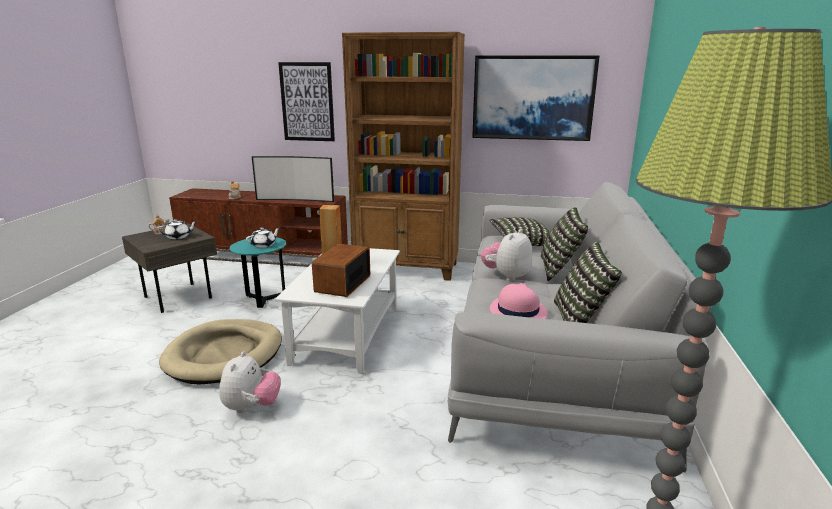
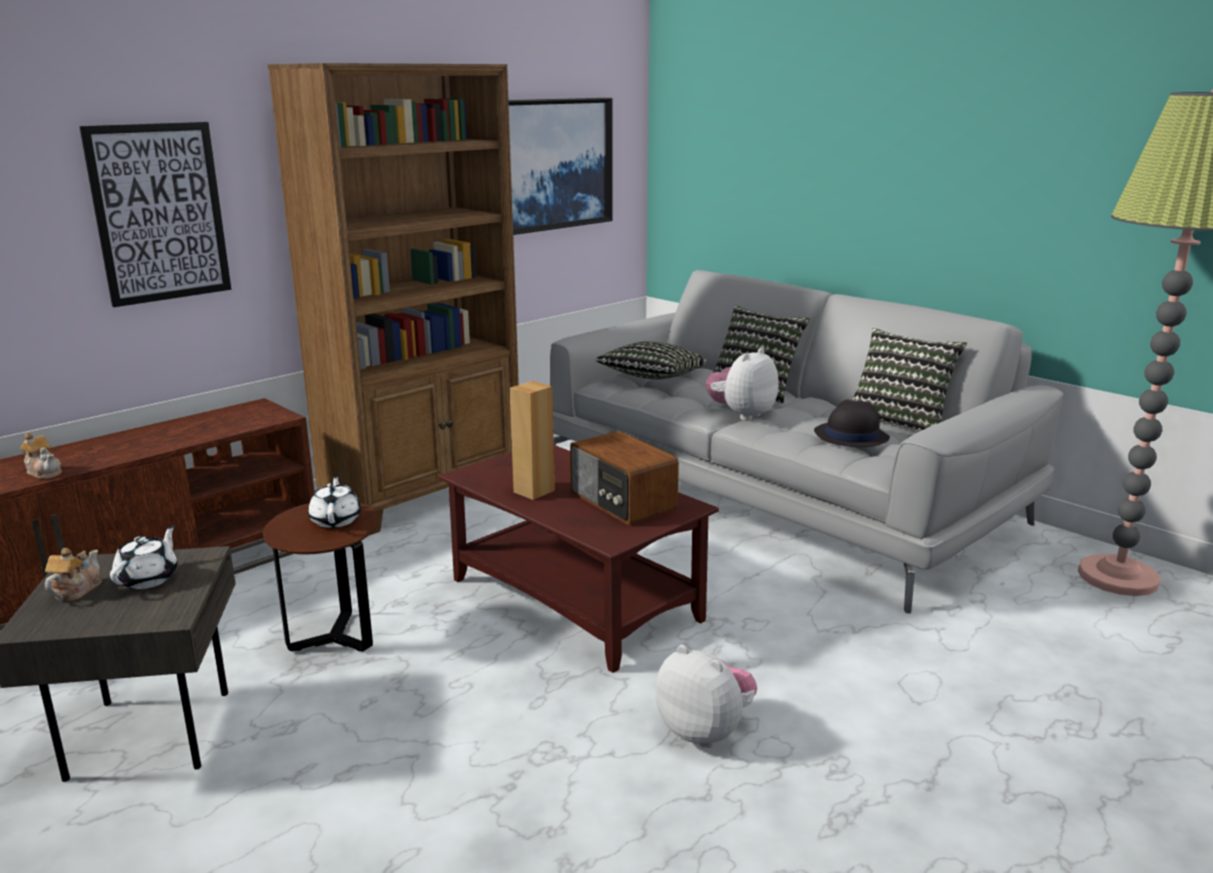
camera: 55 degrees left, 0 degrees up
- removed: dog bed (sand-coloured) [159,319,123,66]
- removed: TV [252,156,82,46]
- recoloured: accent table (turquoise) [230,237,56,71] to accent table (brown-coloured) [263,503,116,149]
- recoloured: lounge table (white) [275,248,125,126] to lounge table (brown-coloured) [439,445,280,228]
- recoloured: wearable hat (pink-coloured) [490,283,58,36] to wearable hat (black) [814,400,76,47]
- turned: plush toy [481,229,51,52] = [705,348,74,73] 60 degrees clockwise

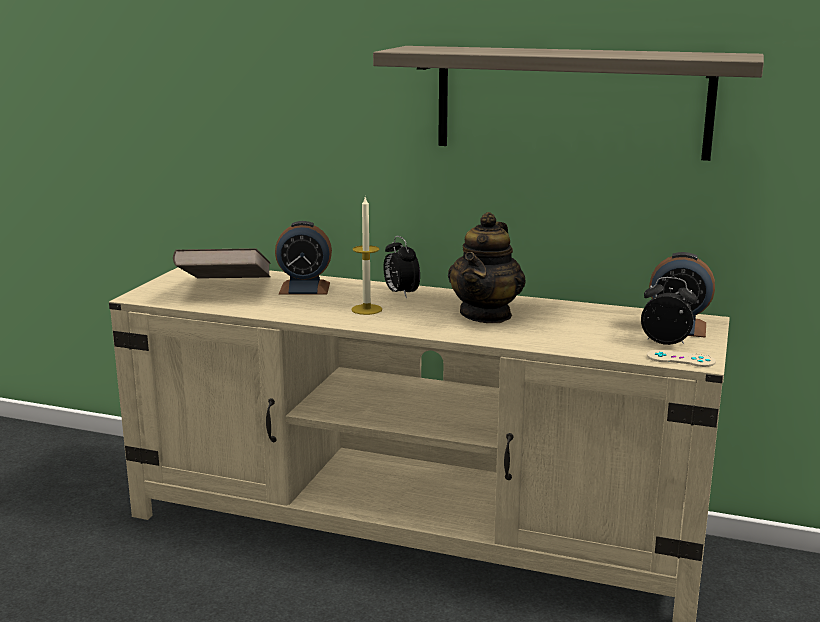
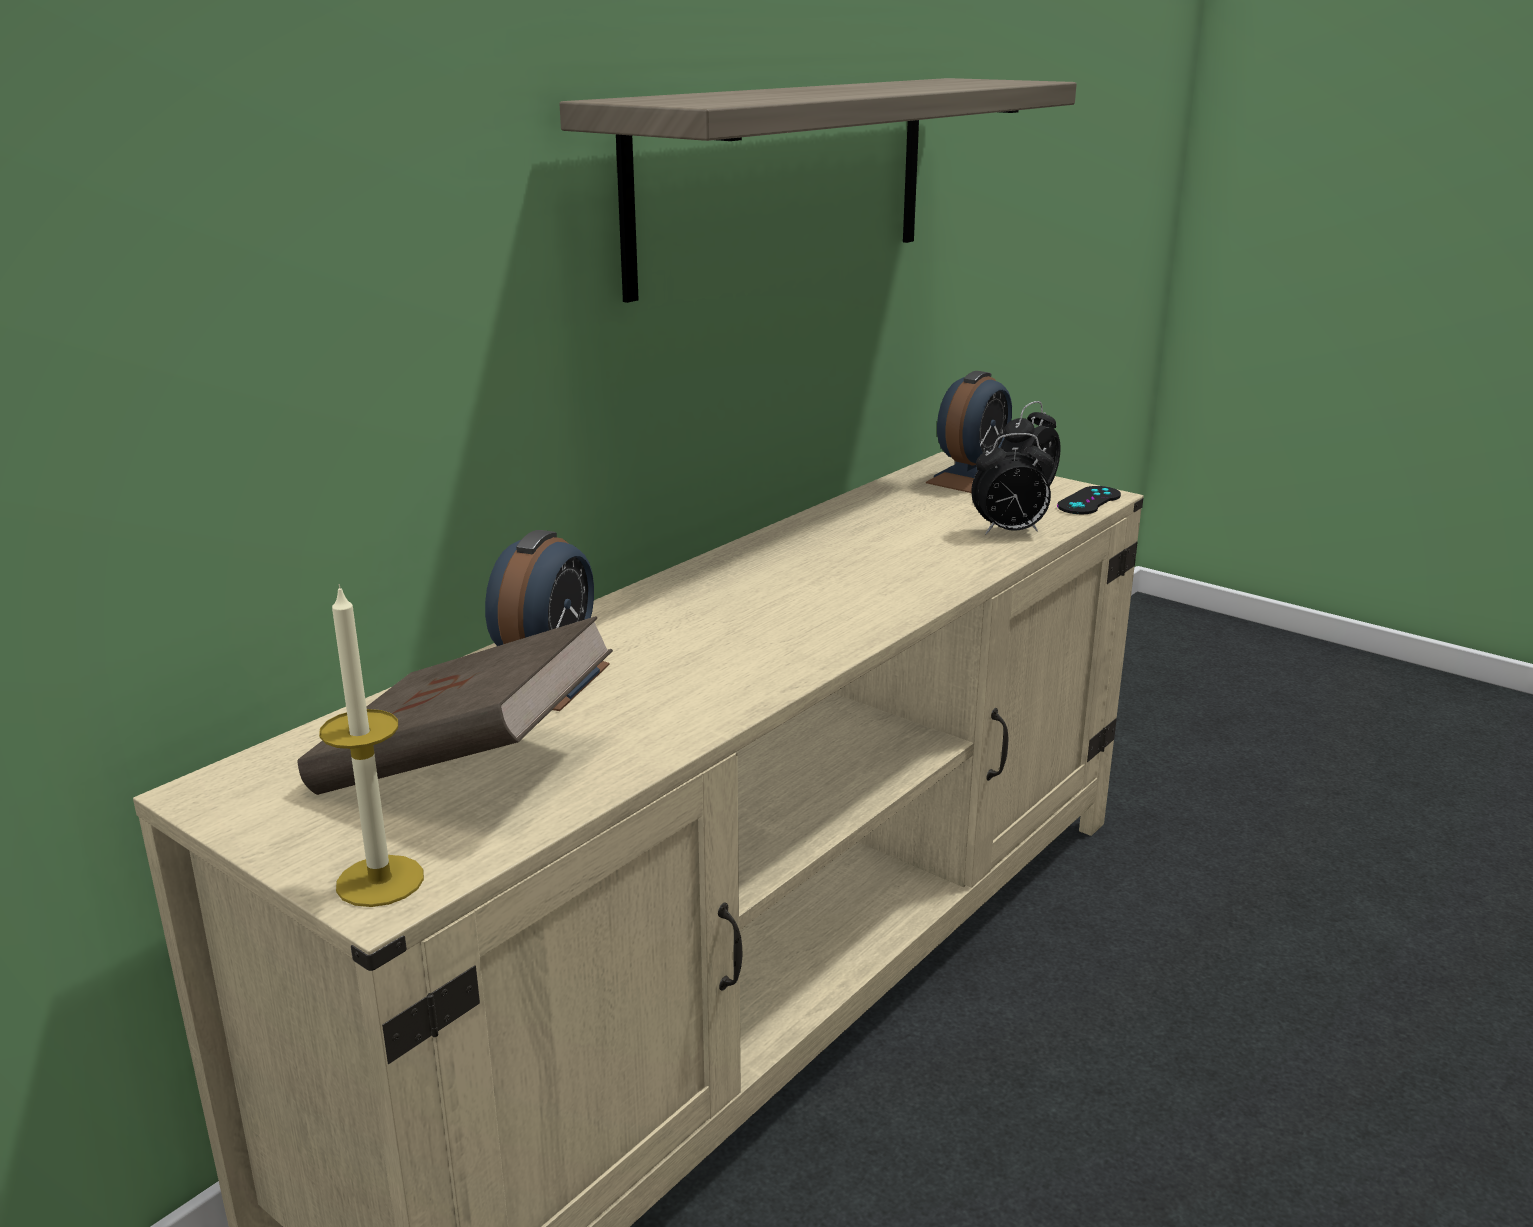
camera: 70 degrees left, 5 degrees up
- removed: tea pot [448,212,78,111]
- moved: candle [351,197,31,118] to [319,584,105,323]
- moved: table clock [383,236,37,62] to [971,433,83,102]
- recoloured: game controller (sand-coloured) [647,350,69,17] to game controller (black) [1057,486,64,28]

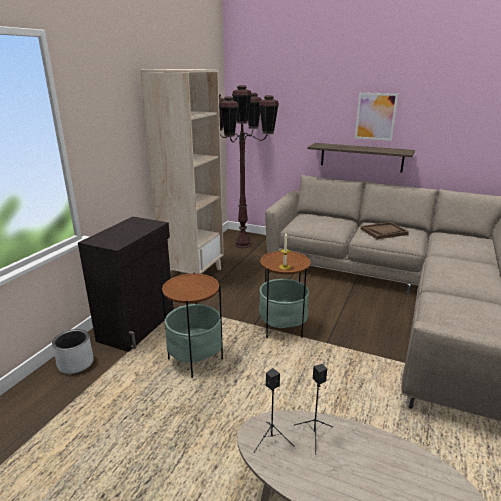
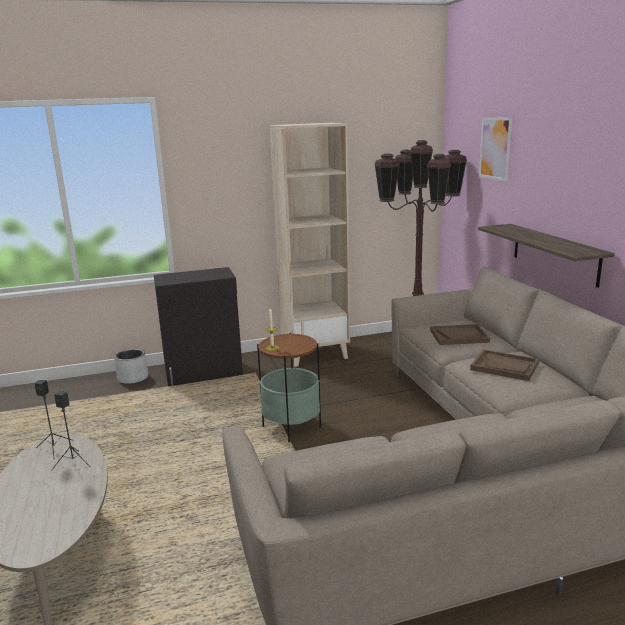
camera: 50 degrees right, 5 degrees down
- removed: accent table [161,272,62,106]
- added: tray (brown-coloured) [430,324,60,21]
- moved: picture [355,93,43,48] to [479,117,33,64]

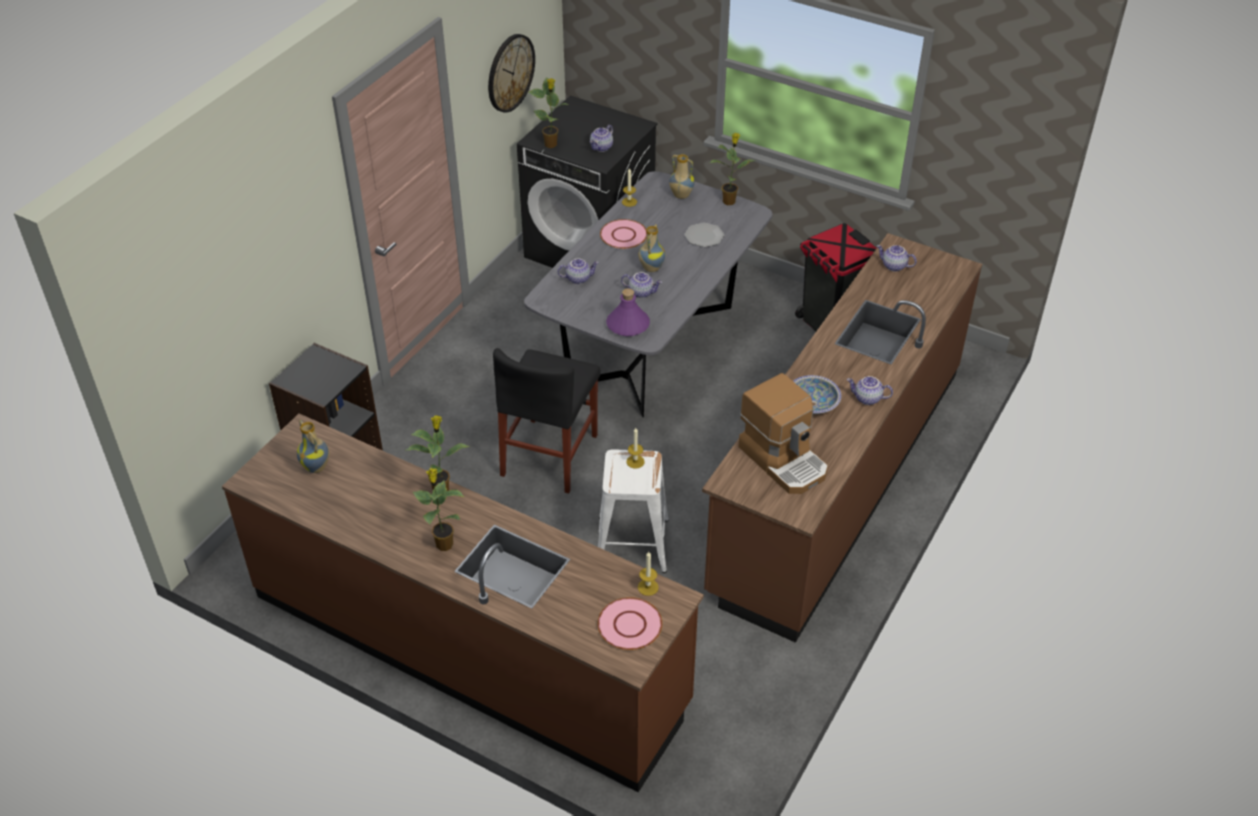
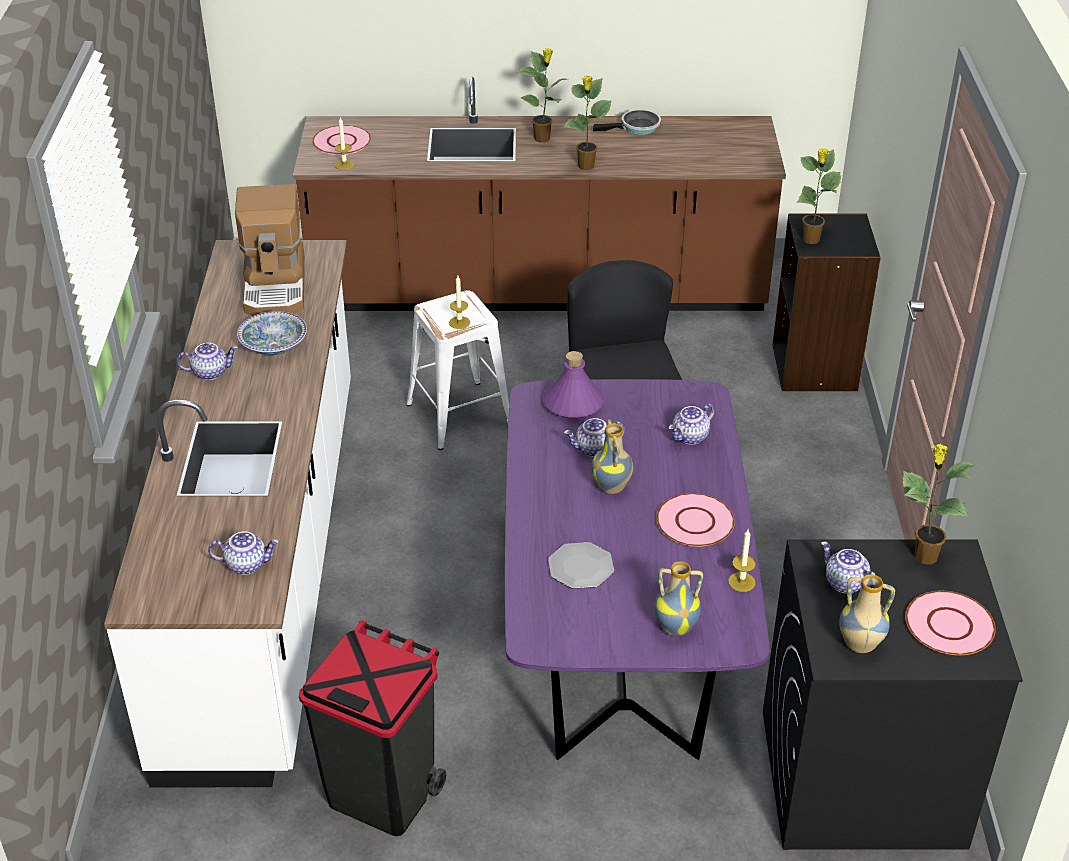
camera: 150 degrees right, 5 degrees down
- removed: clock on the wall [488,34,47,79]
- added: pan [593,109,68,26]
- added: flat dish (pink-coloured) [905,591,91,64]
- moved: flower vase [297,420,32,53] to [839,574,56,79]
- moved: potted plant [710,133,45,72] to [797,148,44,96]
- recoloured: kitchen table (greyish) [524,171,249,246] to kitchen table (purple) [505,379,265,381]
- recoloured: counter (brown-coloured) [702,233,280,410] to counter (white) [104,240,247,547]
- turned: tea pot [590,125,23,27] = [821,541,55,53] 45 degrees counterclockwise
- turned: coffee machine [738,373,90,121] = [235,184,70,132] 120 degrees counterclockwise

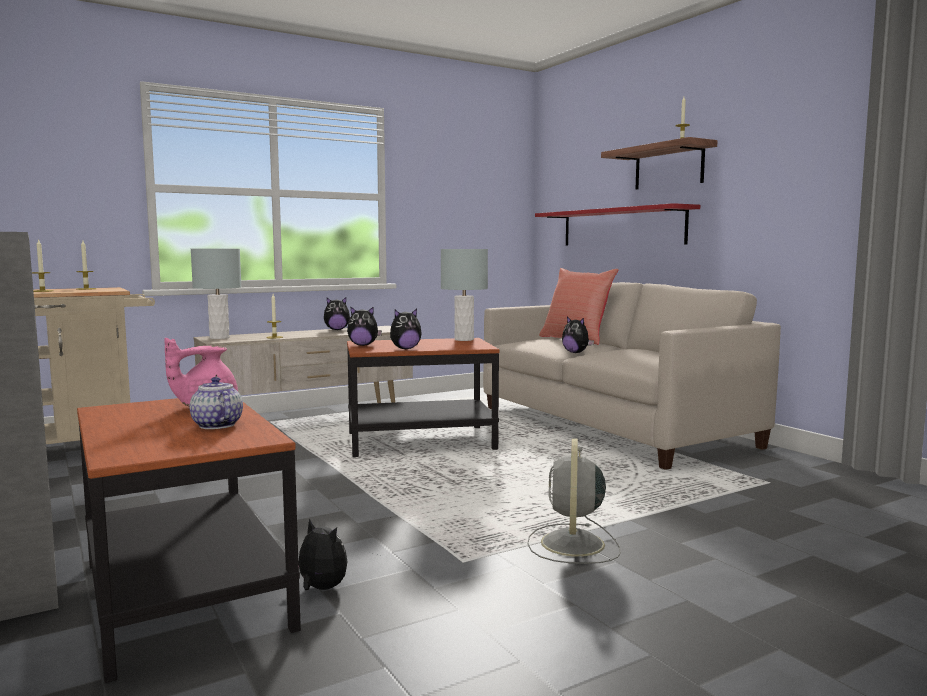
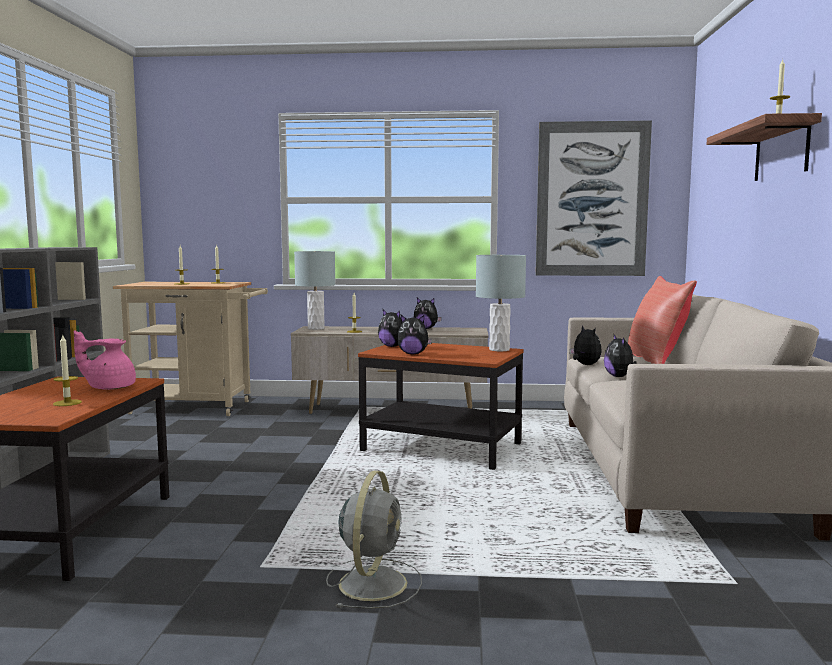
camera: 35 degrees right, 0 degrees up
- removed: bracket shelf (red-coloured) [535,203,165,42]
- added: picture [536,120,116,156]
- moved: plush toy [298,518,49,72] to [570,325,32,40]
- replaced: tea pot [190,377,53,52] to candle [53,335,29,71]
- turned: electric fan (greyish) [527,438,94,126] = [326,470,96,139] 150 degrees clockwise

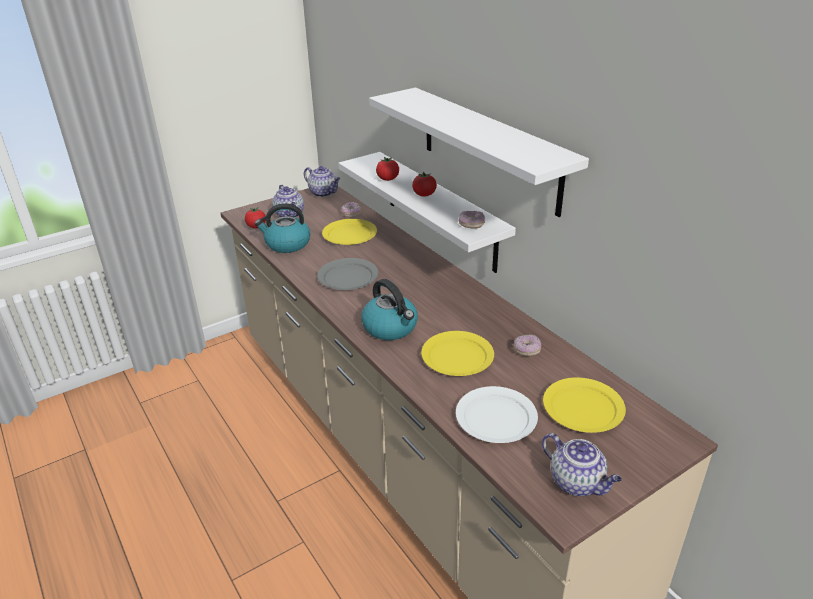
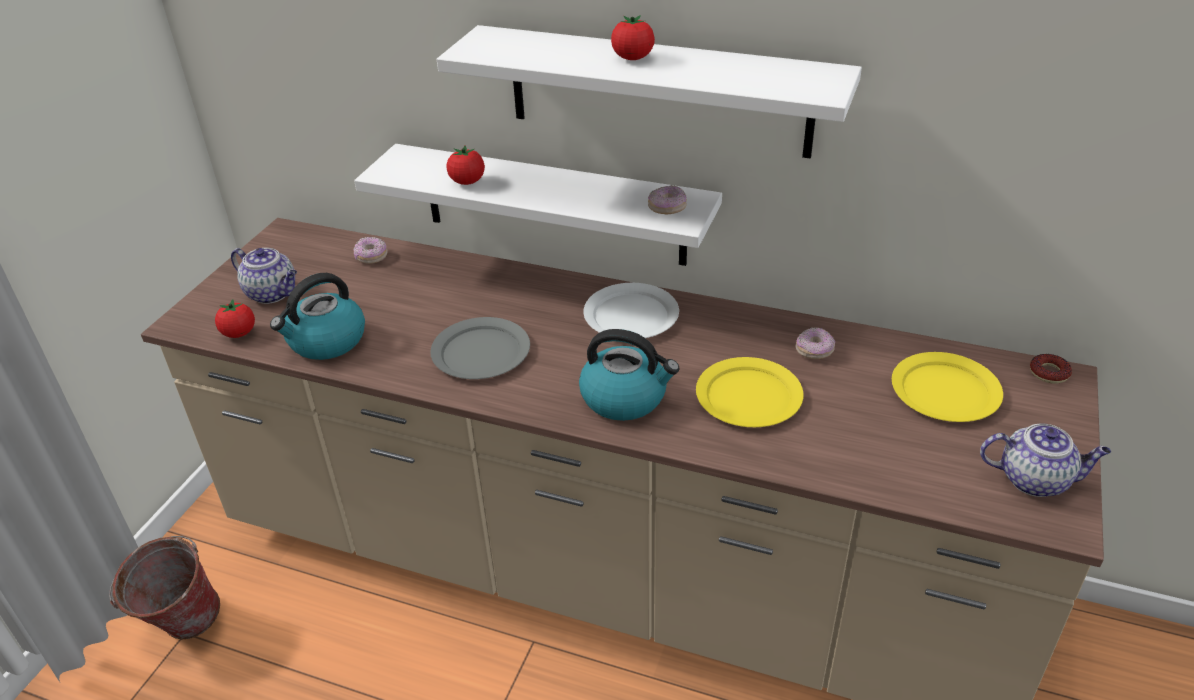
camera: 35 degrees left, 5 degrees up
- removed: tea pot [304,166,36,31]
- removed: flat dish (yellow) [322,219,55,26]
- added: pail [109,536,111,103]
- added: donut [1030,354,42,30]
- moved: tomato [412,171,25,26] to [611,15,44,45]
- moved: flat dish (white) [456,386,82,57] to [583,283,96,55]

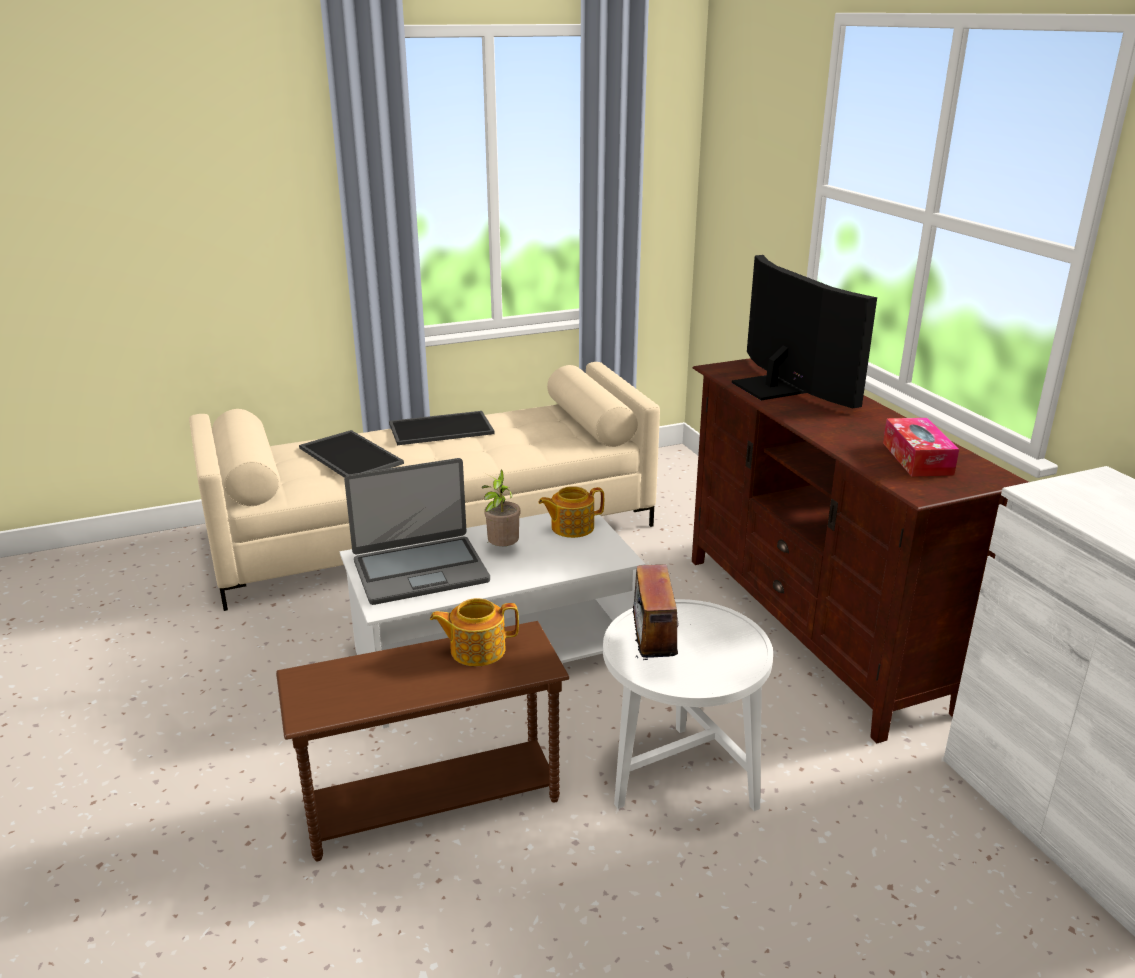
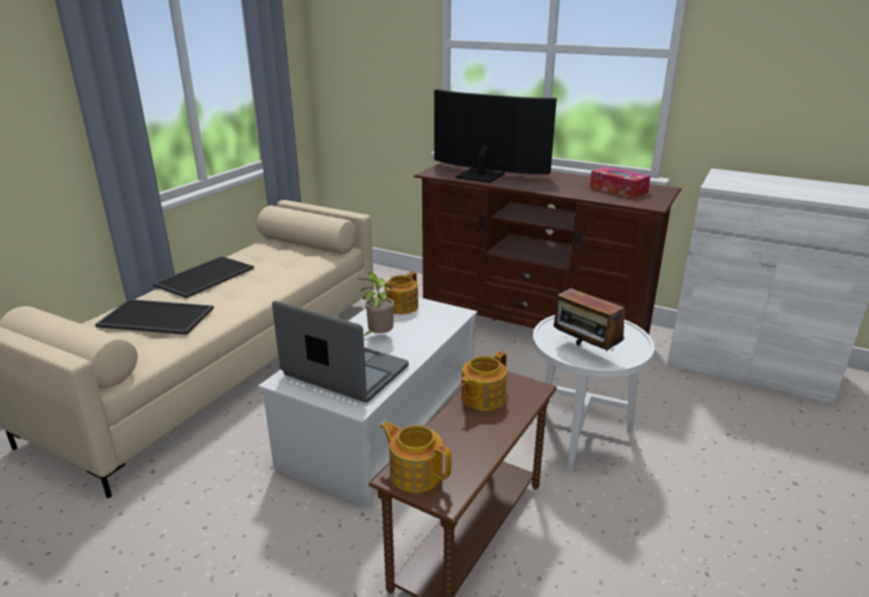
camera: 40 degrees left, 0 degrees up
- added: tea pot [380,422,72,71]
- turned: laptop [344,458,146,147] = [272,301,137,102] 90 degrees counterclockwise

